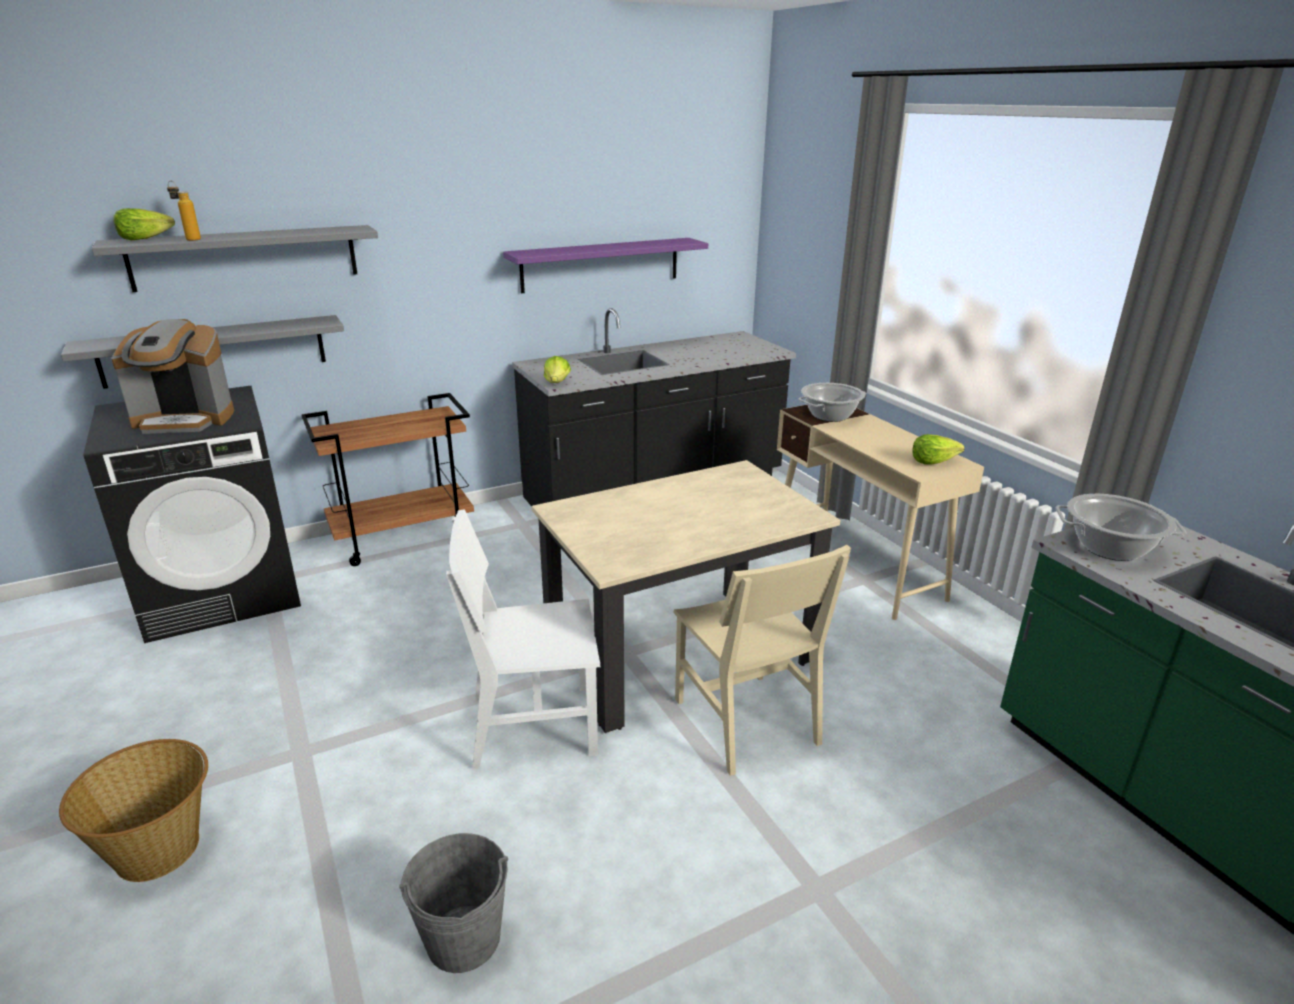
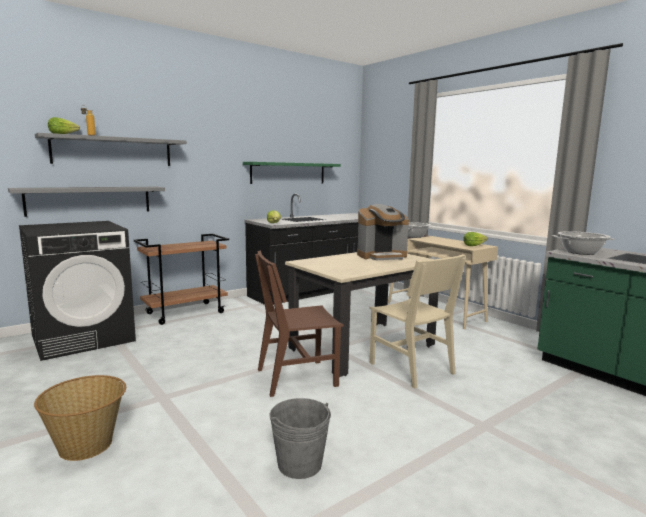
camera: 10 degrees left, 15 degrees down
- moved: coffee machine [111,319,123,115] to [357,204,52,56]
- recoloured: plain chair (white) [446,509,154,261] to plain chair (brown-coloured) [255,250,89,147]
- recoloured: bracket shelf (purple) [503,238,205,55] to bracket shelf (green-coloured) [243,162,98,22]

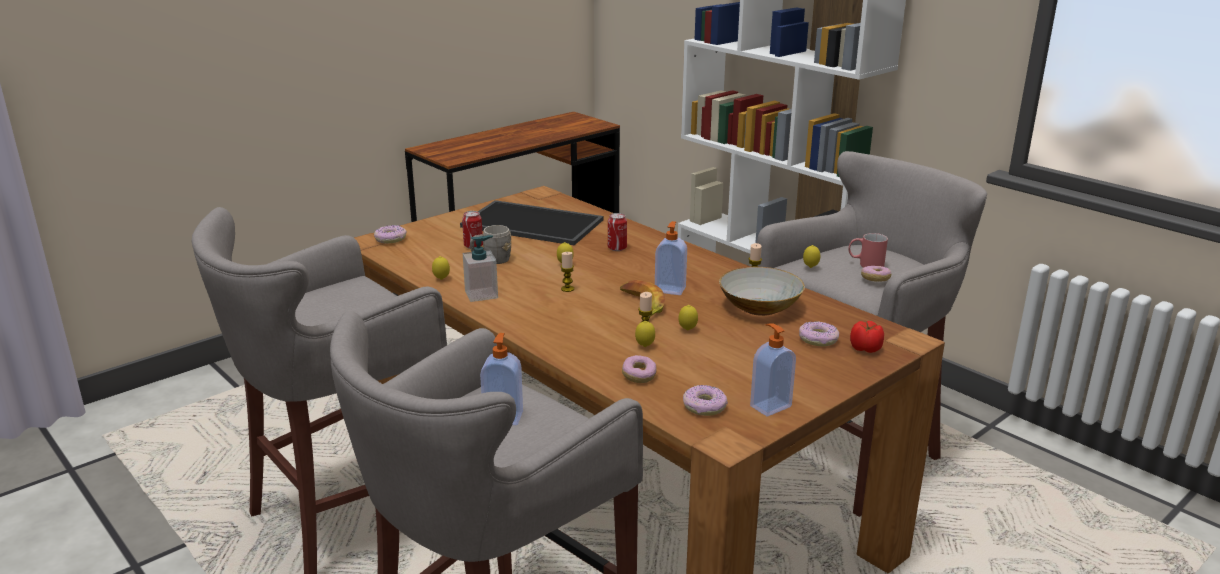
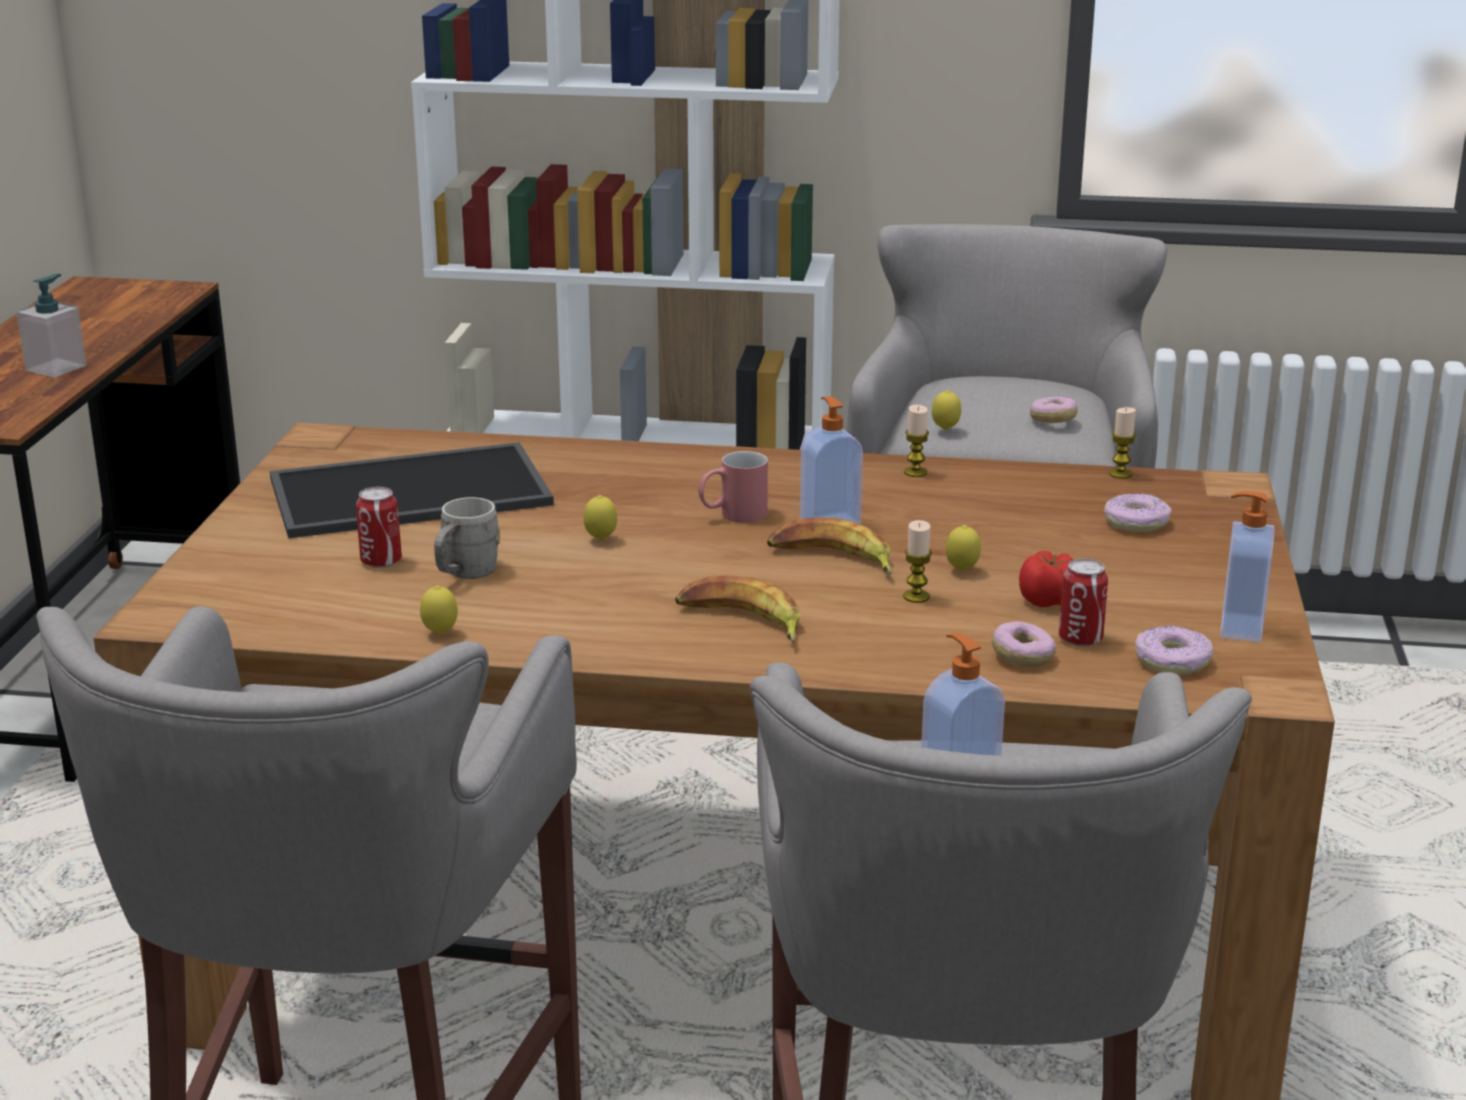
camera: 40 degrees left, 0 degrees up
- removed: donut [374,225,33,19]
- removed: citrus fruit [635,321,20,26]
- removed: bowl [719,267,86,49]
- added: banana fruit [675,575,126,68]
- moved: soap dispenser [463,235,35,67] to [16,274,70,103]
- moved: candle [560,252,14,40] to [1109,407,27,72]
- moved: sealed can [608,213,19,38] to [1059,559,49,88]
- moved: mug (red-coloured) [848,233,40,35] to [698,451,70,72]
- moved: tomato [850,321,34,32] to [1019,551,54,56]

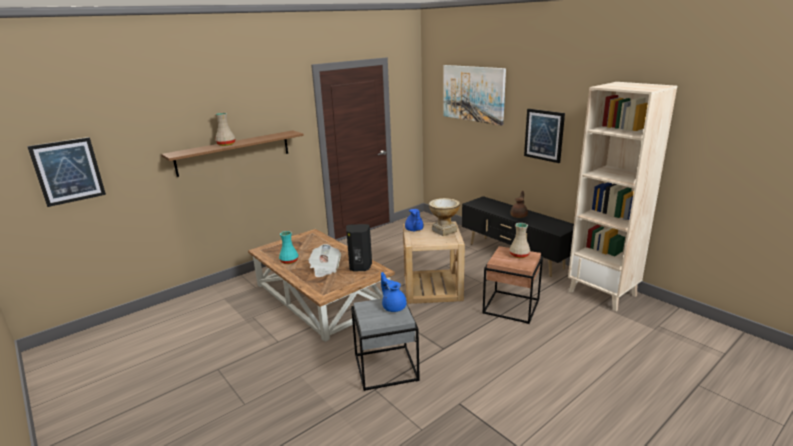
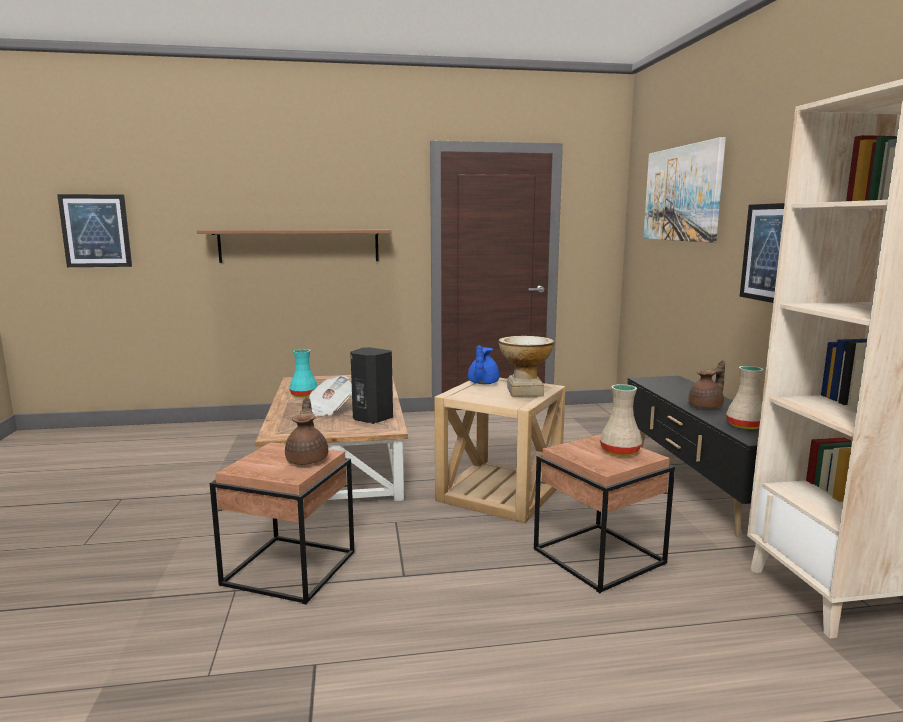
camera: 30 degrees right, 10 degrees down
- moved: flower vase (sand-coloured) [215,113,21,33] to [726,366,37,63]
- recoloured: accent table (greyish) [351,298,69,93] to accent table (brown-coloured) [210,442,144,163]
- recoloured: tea pot (blue-coloured) [381,272,26,40] to tea pot (brown-coloured) [285,397,43,68]

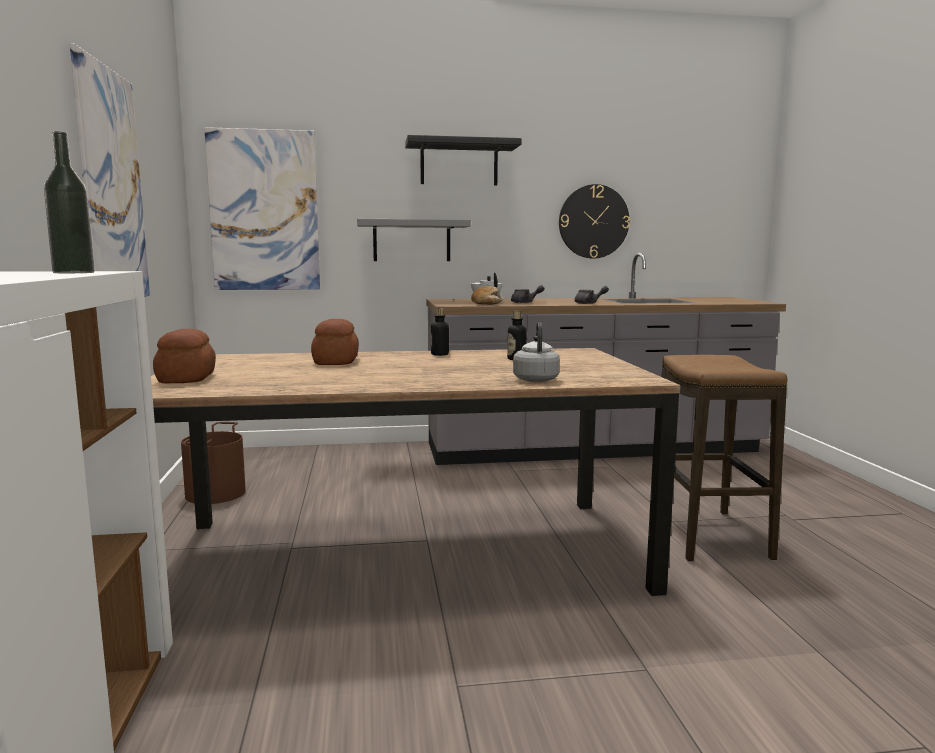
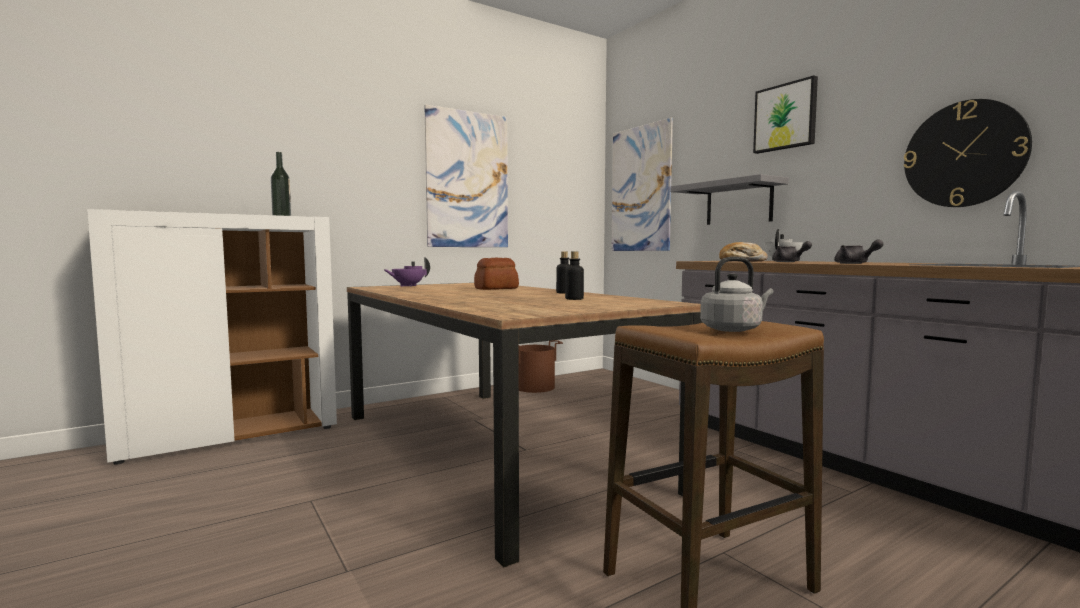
camera: 65 degrees right, 5 degrees down
- moved: water kettle (greyish) [513,323,47,59] to [700,257,73,75]
- replaced: baked bread [153,329,63,54] to tea pot (purple) [384,257,46,30]
- replaced: bracket shelf (black) [405,135,116,51] to picture [753,75,65,79]

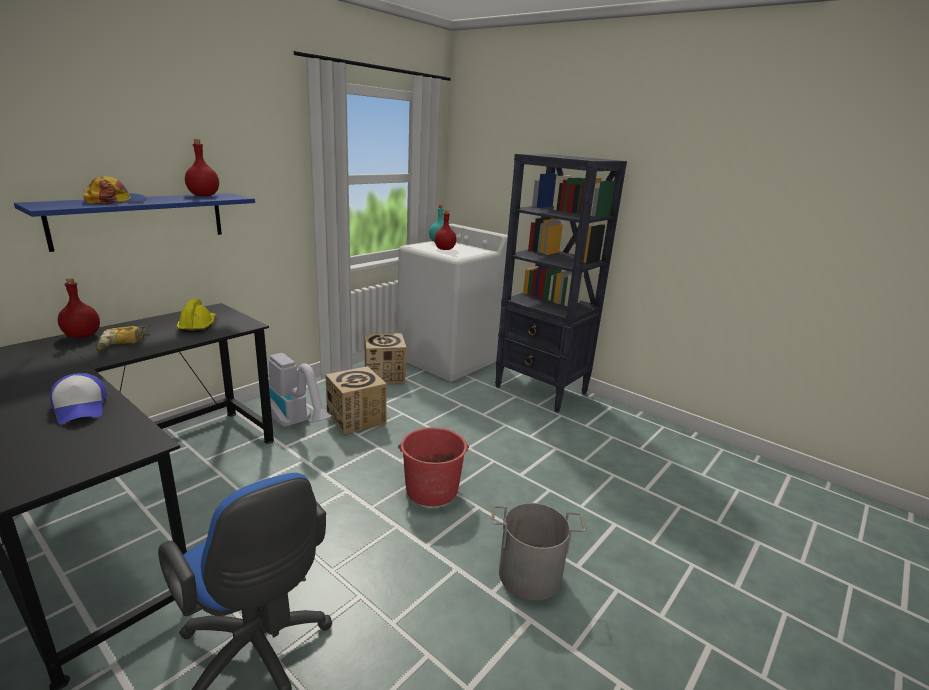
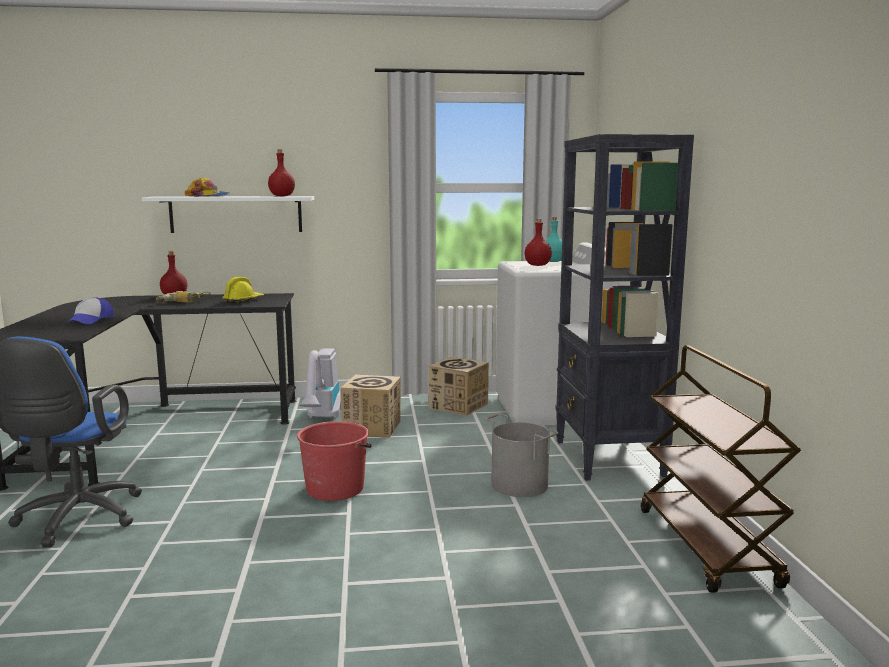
camera: 45 degrees right, 10 degrees down
- added: wheeled cart (brown-coloured) [641,345,160,248]
- moved: pail (greyish) [492,503,93,97] to [485,414,74,83]
- recoloured: bracket shelf (blue-coloured) [14,193,241,59] to bracket shelf (white) [142,196,172,37]

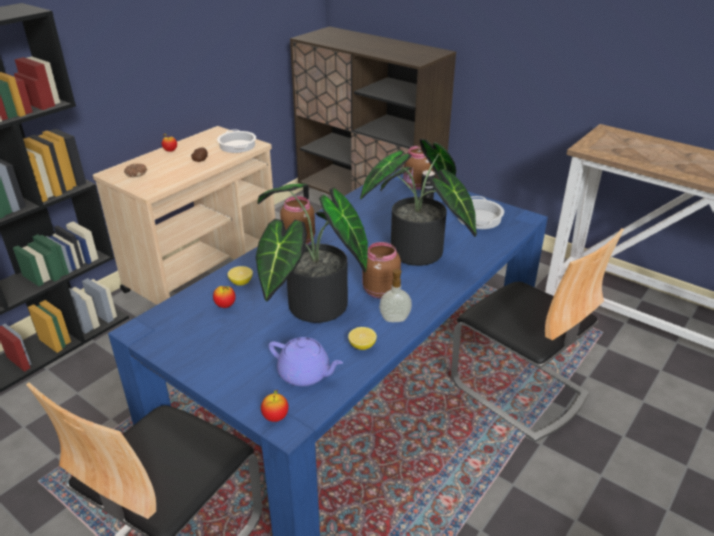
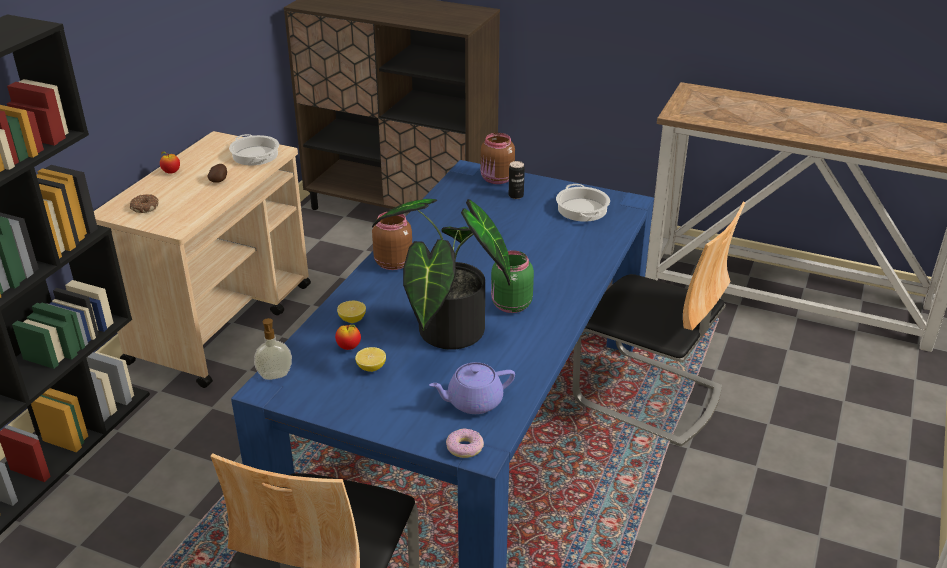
camera: 15 degrees left, 0 degrees up
- removed: potted plant [360,139,117,127]
- moved: citrus fruit [348,327,29,23] to [355,347,31,25]
- moved: soap dispenser [379,269,33,53] to [254,318,38,62]
- replaced: apple fruit [261,390,27,32] to donut [446,429,38,29]
- recoloured: preserve jar (brown-coloured) [362,242,39,57] to preserve jar (green-coloured) [491,250,43,63]
- turned: tea pot (purple) [269,337,74,49] = [429,362,86,52] 150 degrees clockwise

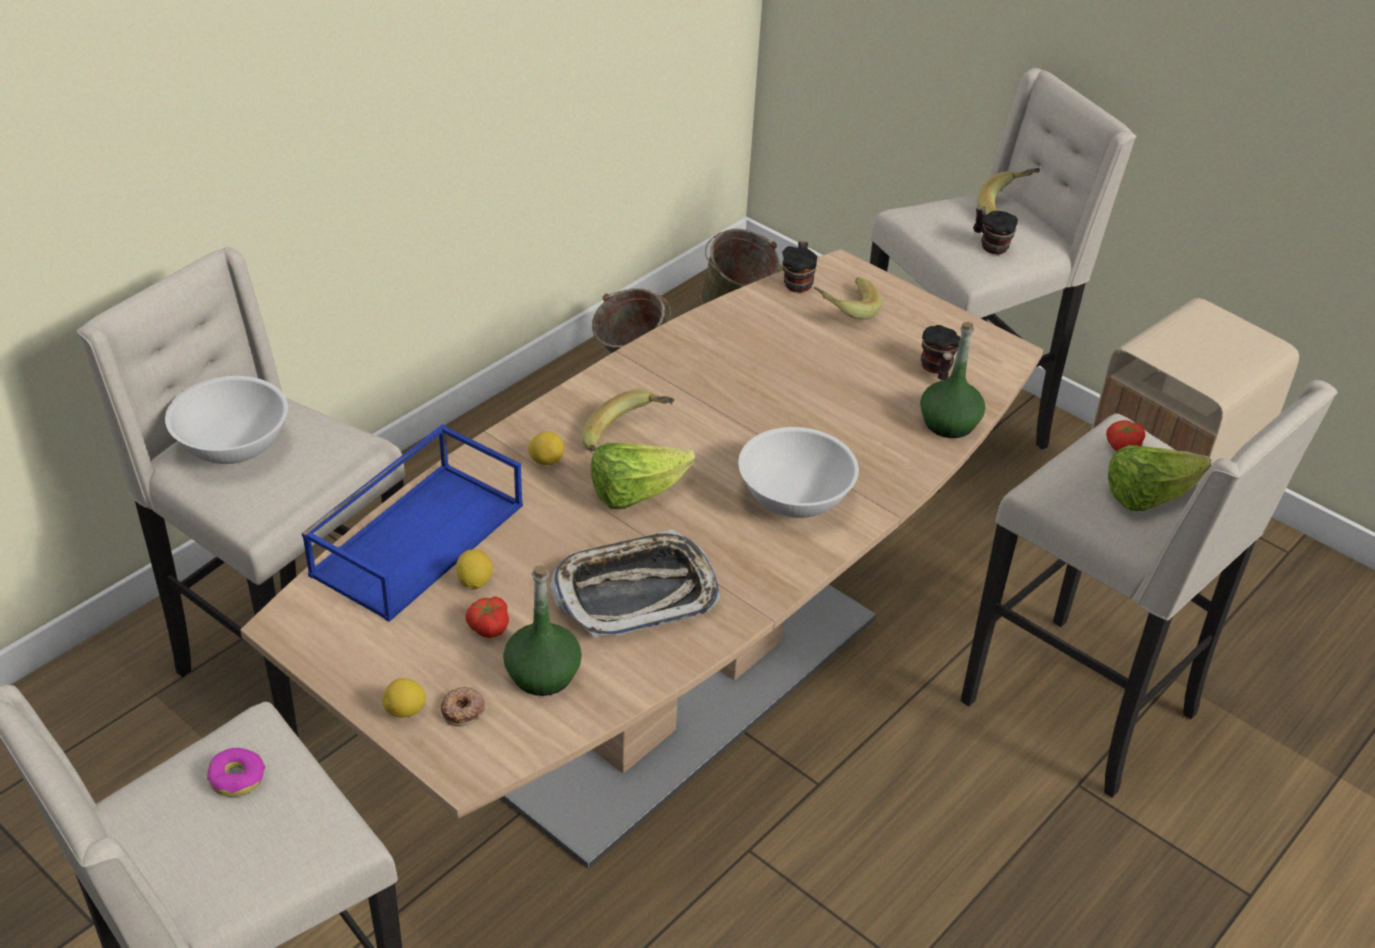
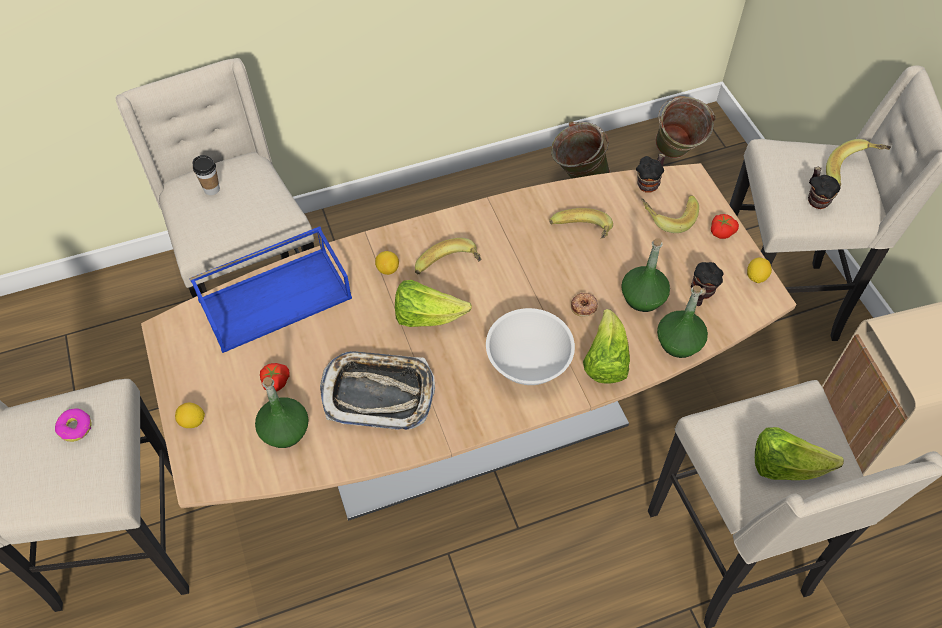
camera: 30 degrees right, 15 degrees up
- added: banana fruit [549,208,64,31]
- added: lettuce [583,309,47,75]
- added: beverage bottle (green-coloured) [621,238,49,74]
- moved: donut [441,687,44,40] to [571,293,27,24]
- moved: citrus fruit [456,549,37,40] to [747,258,25,25]
- moved: tomato [1106,420,39,31] to [711,214,28,25]
- replaced: bowl (white) [165,376,123,88] to small cup [192,155,28,40]

